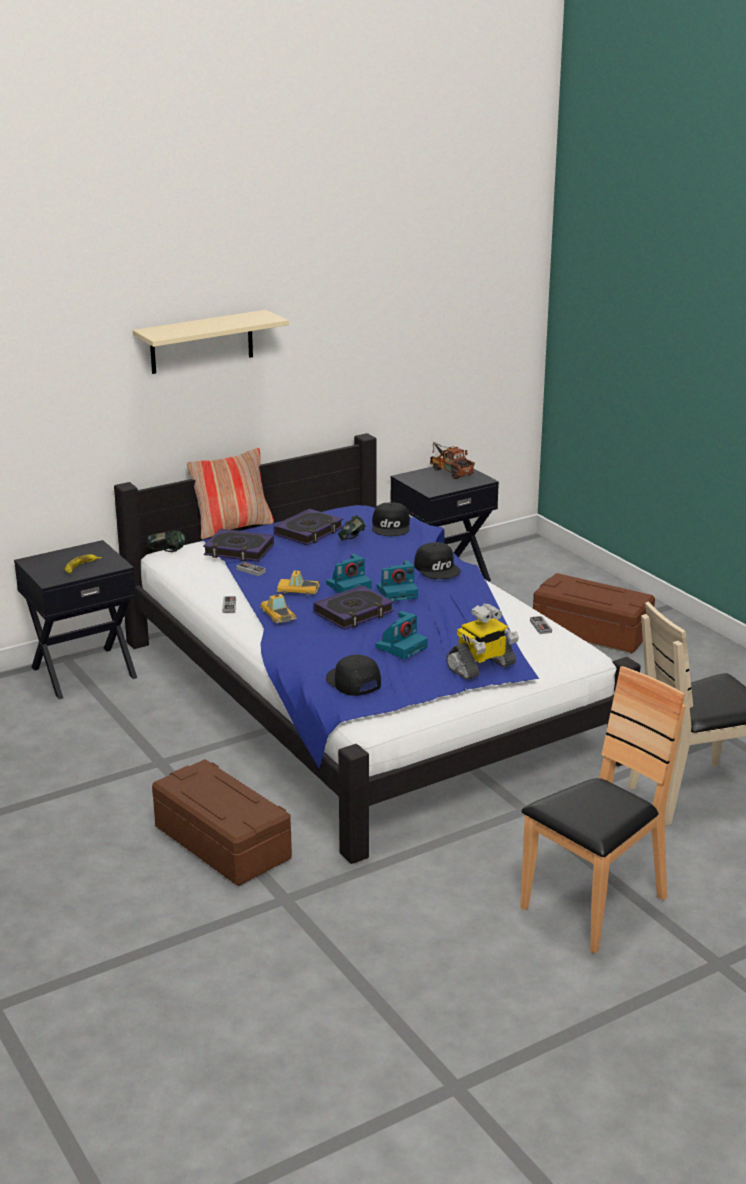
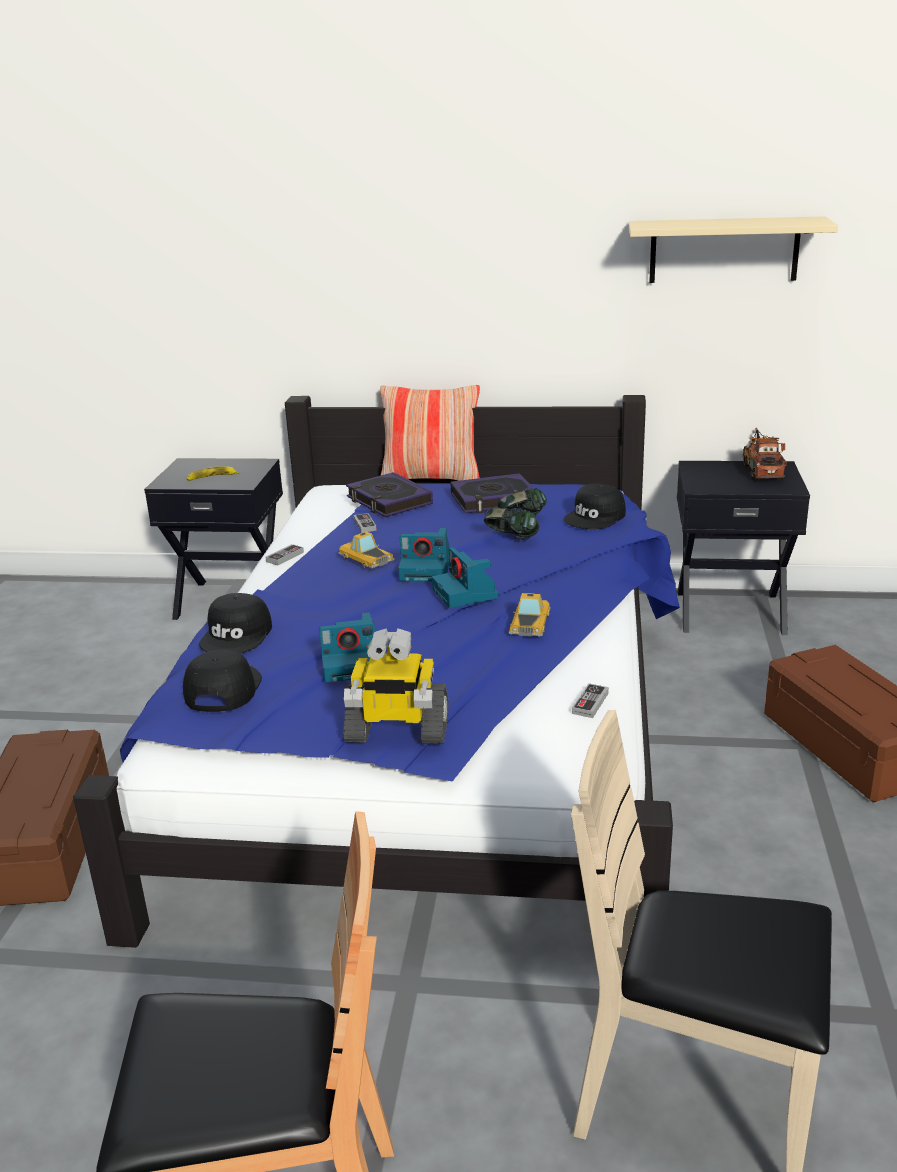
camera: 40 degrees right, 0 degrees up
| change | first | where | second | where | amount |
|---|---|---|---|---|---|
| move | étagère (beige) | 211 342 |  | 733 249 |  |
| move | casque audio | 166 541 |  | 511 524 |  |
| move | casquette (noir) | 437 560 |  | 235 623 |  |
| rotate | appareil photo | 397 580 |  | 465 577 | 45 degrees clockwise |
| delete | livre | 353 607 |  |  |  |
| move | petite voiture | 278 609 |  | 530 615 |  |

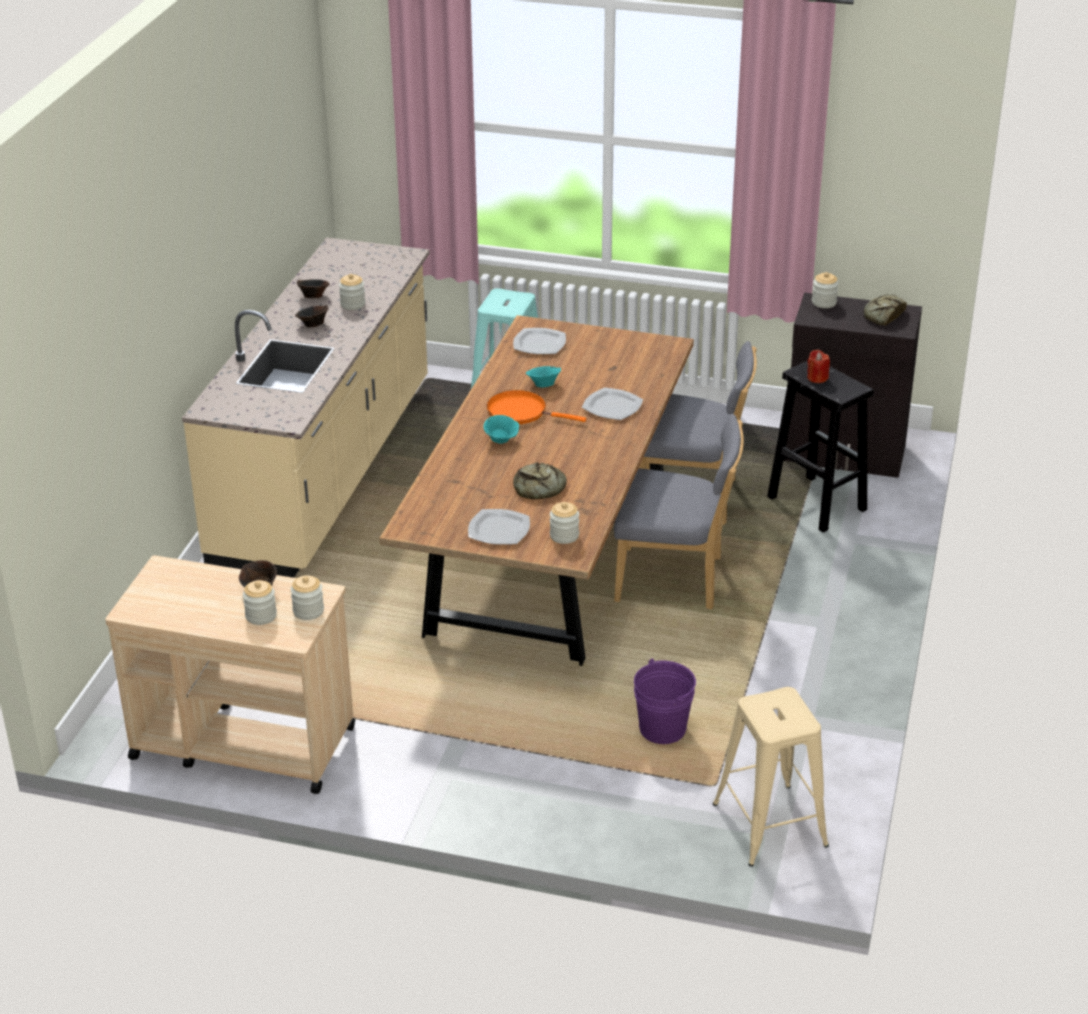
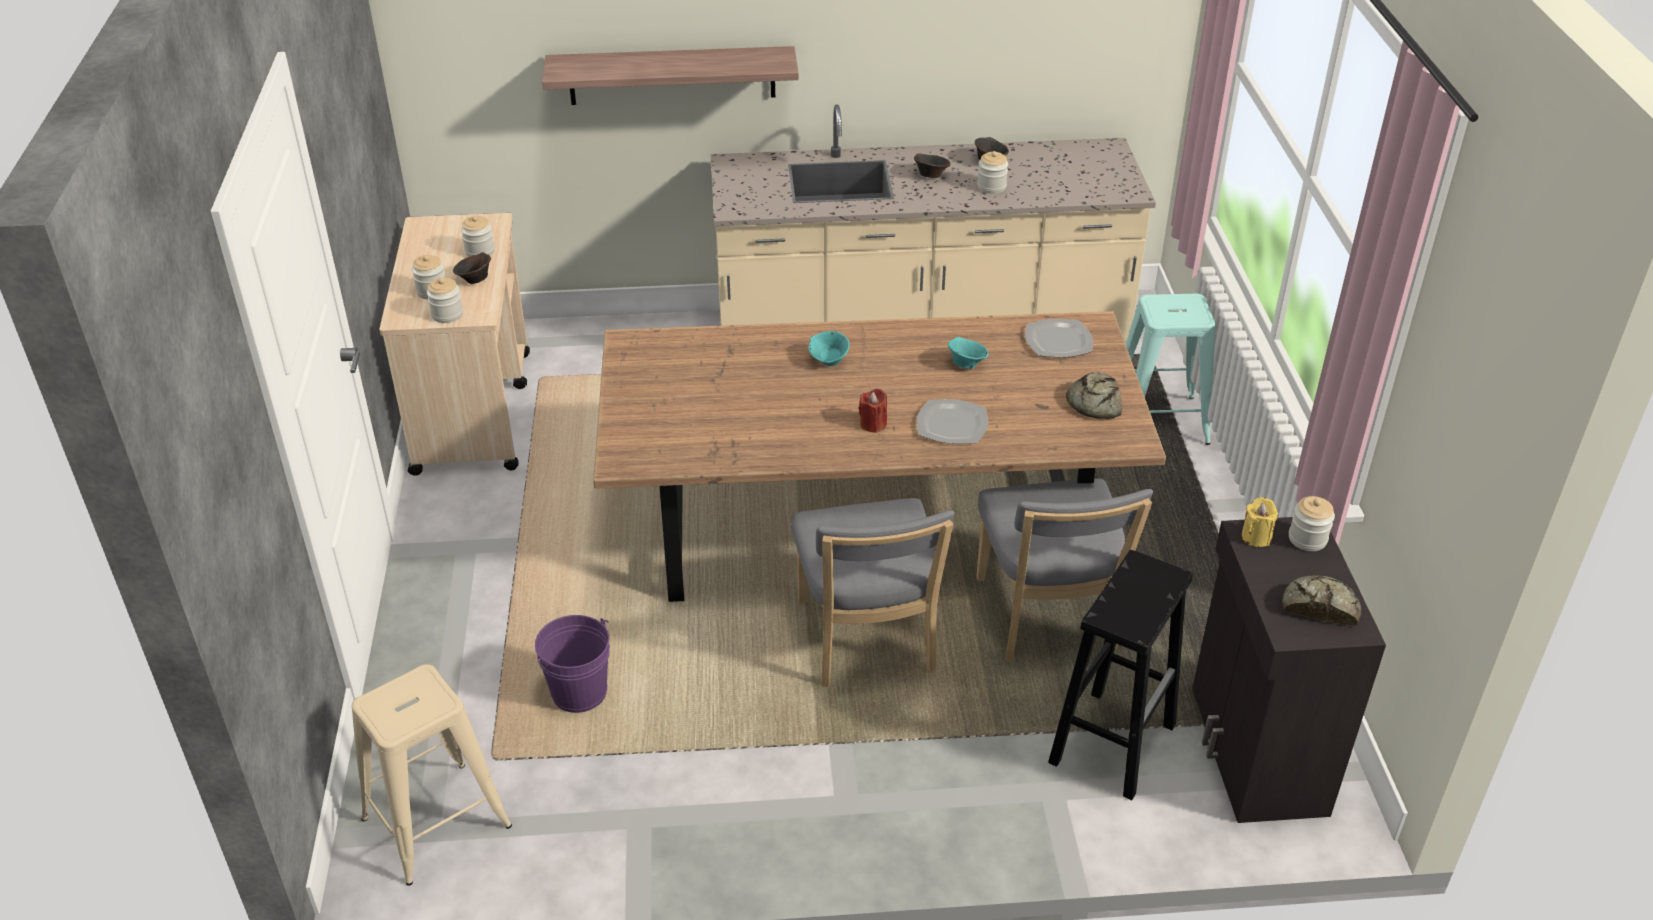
camera: 70 degrees right, 5 degrees up
| change | first | where | second | where | amount |
|---|---|---|---|---|---|
| move | bougie (rouge) | 818 366 |  | 873 411 |  |
| delete | poêle (orange) | 536 407 |  |  |  |
| move | pain | 540 480 |  | 1094 395 |  |
| move | bocal | 564 523 |  | 478 236 |  |
| delete | assiette | 499 527 |  |  |  |
| insert |  |  | étagère | 670 75 |  |
| insert |  |  | bougie (jaune) | 1259 522 |  |

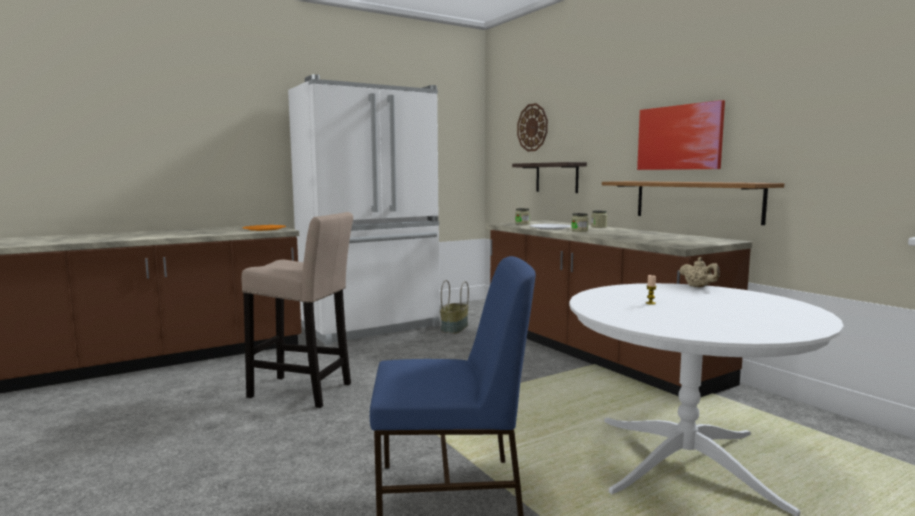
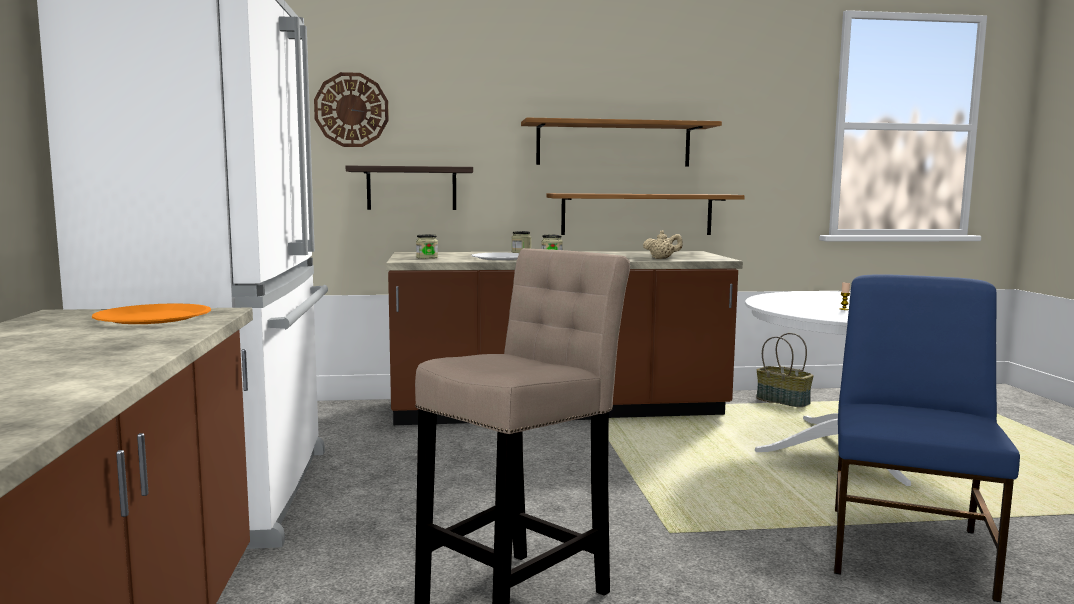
camera: 65 degrees left, 0 degrees up
| change | first | where | second | where | amount |
|---|---|---|---|---|---|
| replace | tableau | 681 135 | étagère | 621 142 |  |
| move | théière (beige) | 699 272 |  | 663 244 |  |
| move | panier | 454 307 |  | 785 370 |  |

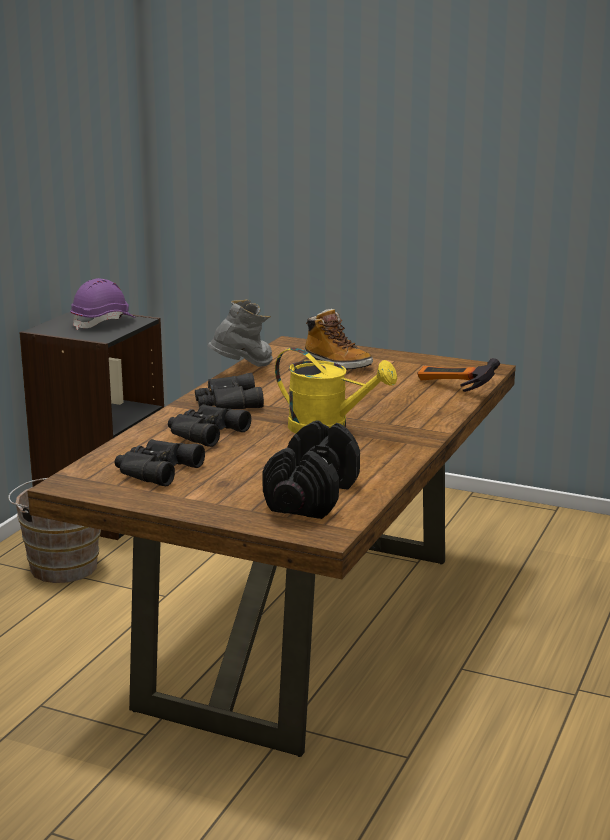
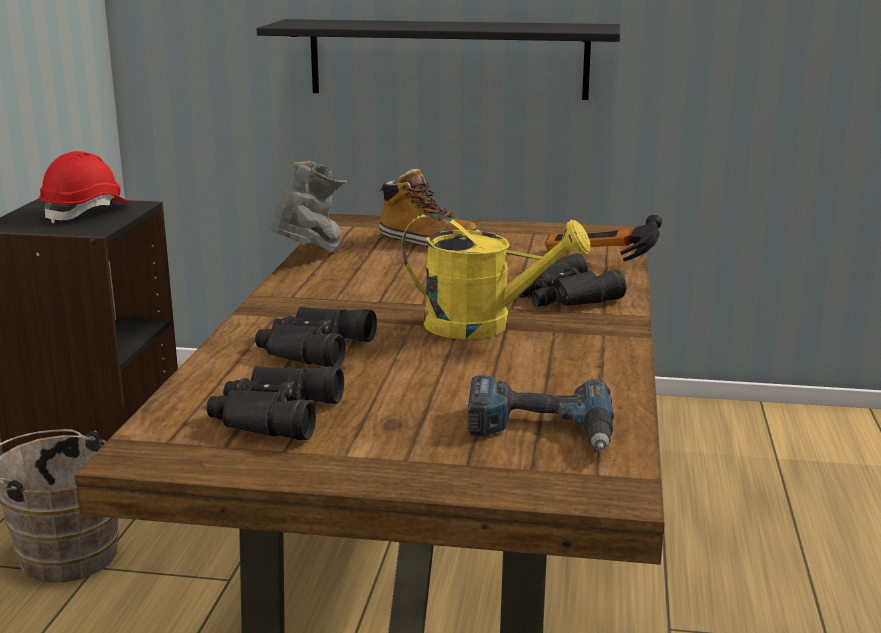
camera: 15 degrees left, 0 degrees up
| change | first | where | second | where | amount |
|---|---|---|---|---|---|
| recolor | casque de chantier (violet) | 103 304 | casque de chantier (rouge) | 84 187 |  |
| move | jumelles (noir) | 229 391 |  | 572 280 |  |
| replace | haltère (noir) | 311 470 | perceuse | 541 413 |  |
| insert |  |  | étagère (noir) | 438 59 |  |

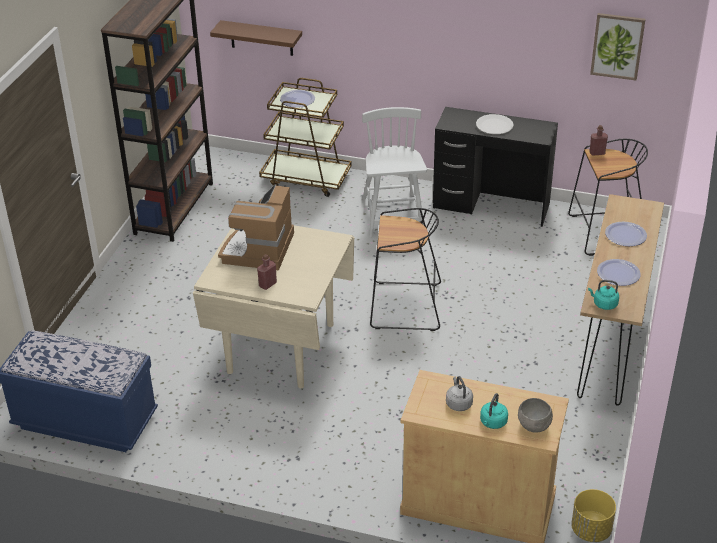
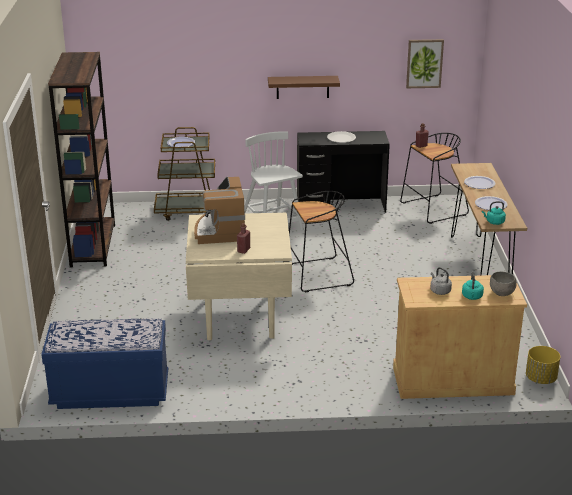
camera: 20 degrees left, 10 degrees down
| change | first | where | second | where | amount |
|---|---|---|---|---|---|
| move | étagère (marron) | 256 38 |  | 304 87 |  |

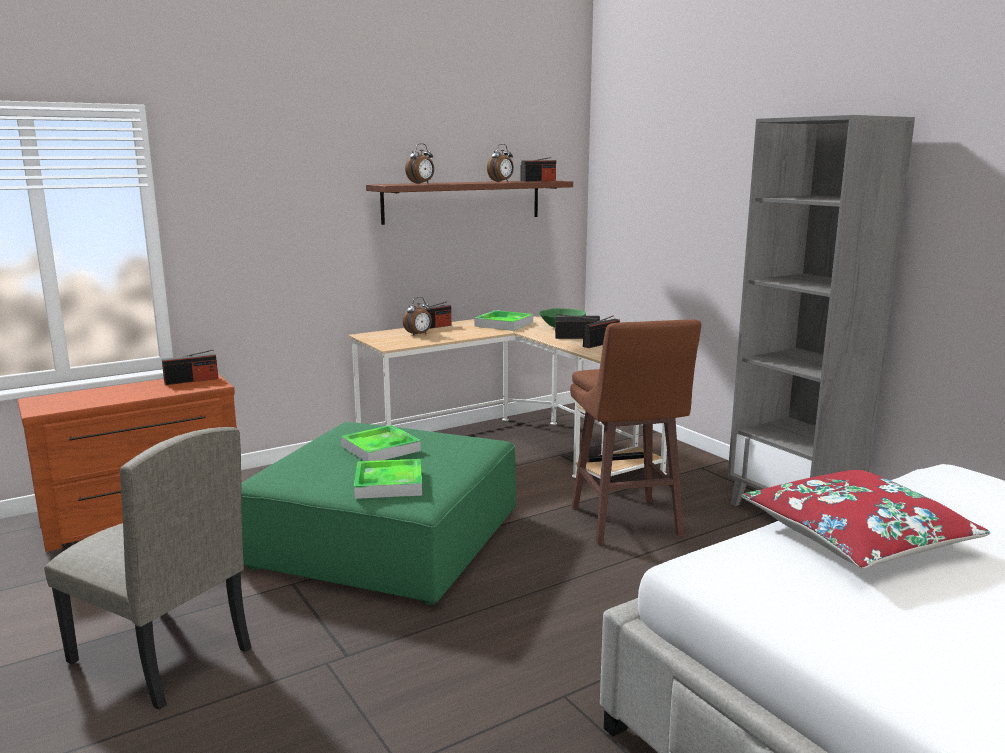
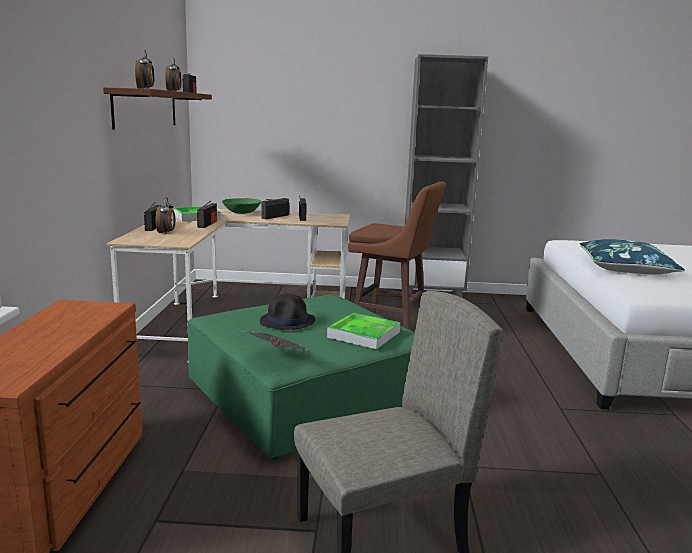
camera: 55 degrees left, 0 degrees up
| change | first | where | second | where | amount |
|---|---|---|---|---|---|
| move | radio | 190 367 |  | 207 214 |  |
| replace | plateau | 381 443 | chapeau (noir) | 287 312 |  |
| recolor | coussin (rouge) | 866 519 | coussin (bleu) | 632 257 |  |
| insert |  |  | journal | 277 341 |  |

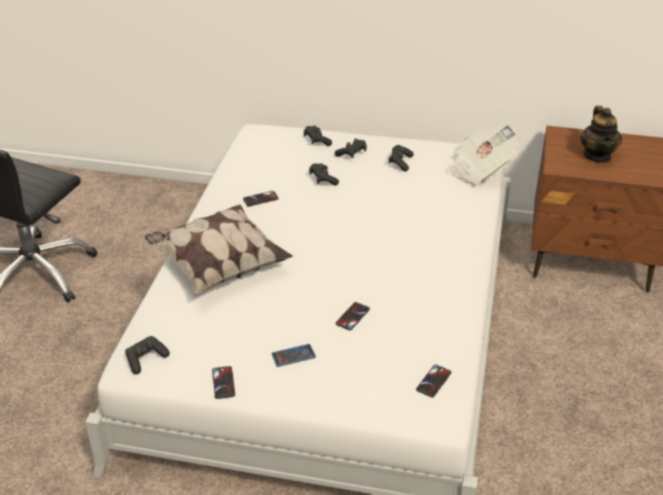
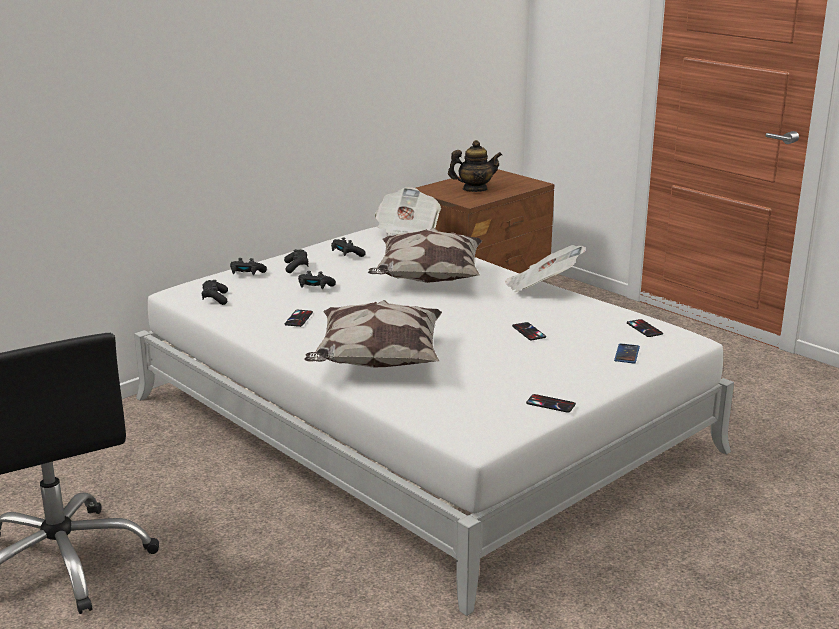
camera: 55 degrees left, 15 degrees down
| change | first | where | second | where | amount |
|---|---|---|---|---|---|
| rotate | théière | 601 134 |  | 475 166 | 45 degrees counterclockwise |
| move | manette (noir) | 147 355 |  | 215 292 |  |
| move | téléphone | 293 355 |  | 627 353 |  |
| insert |  |  | coussin | 425 255 |  |
| insert |  |  | journal | 545 268 |  |

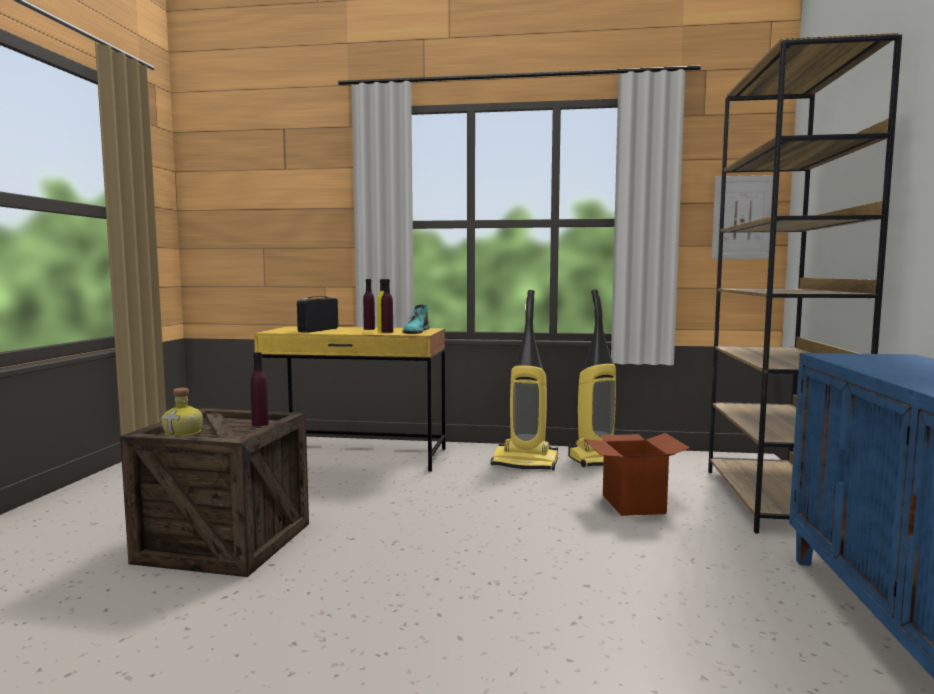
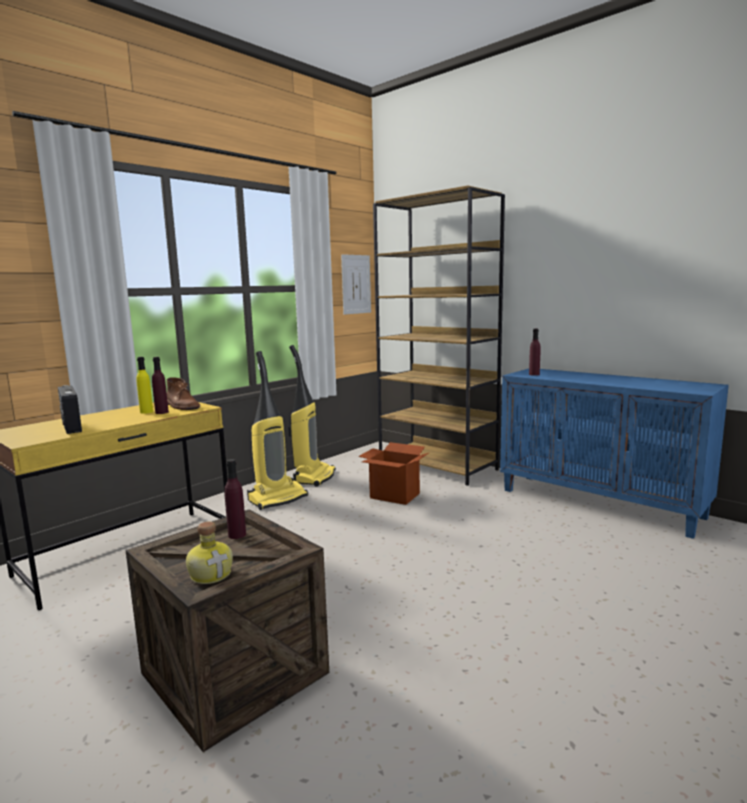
camera: 55 degrees left, 5 degrees up
| change | first | where | second | where | amount |
|---|---|---|---|---|---|
| move | bouteille (violet) | 369 304 |  | 535 352 |  |
| recolor | botte (turquoise) | 416 319 | botte (marron) | 183 393 |  |

